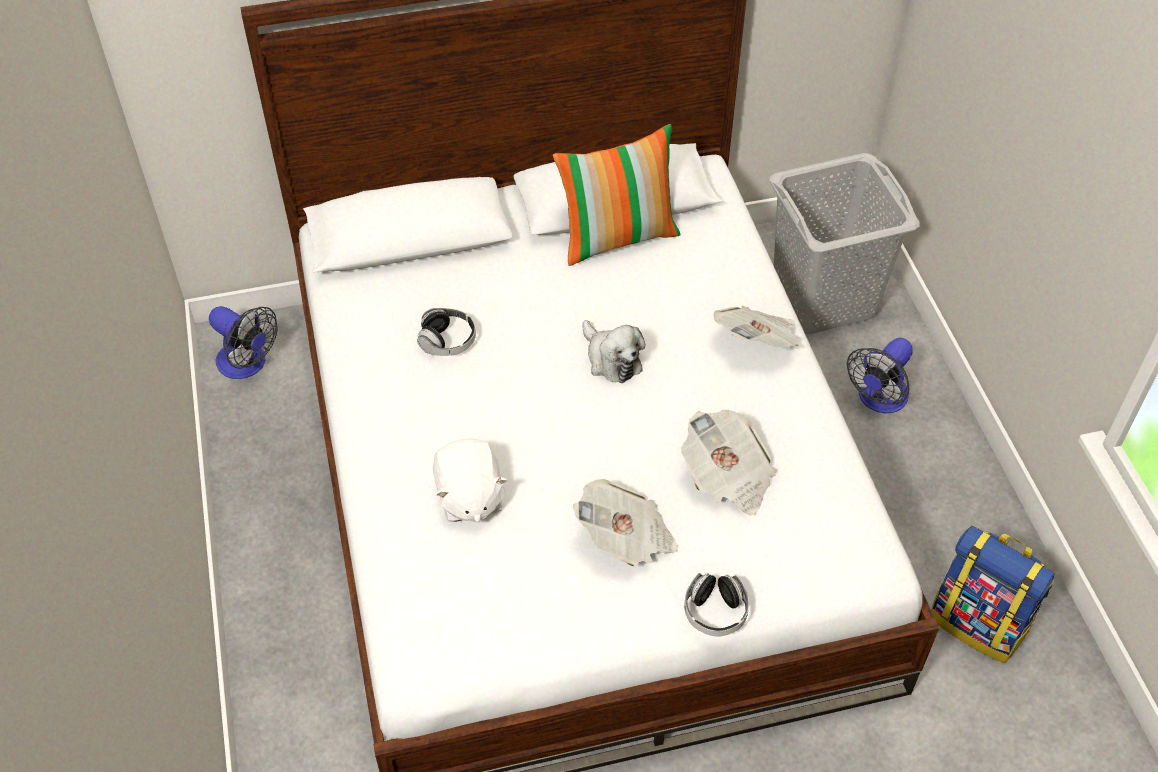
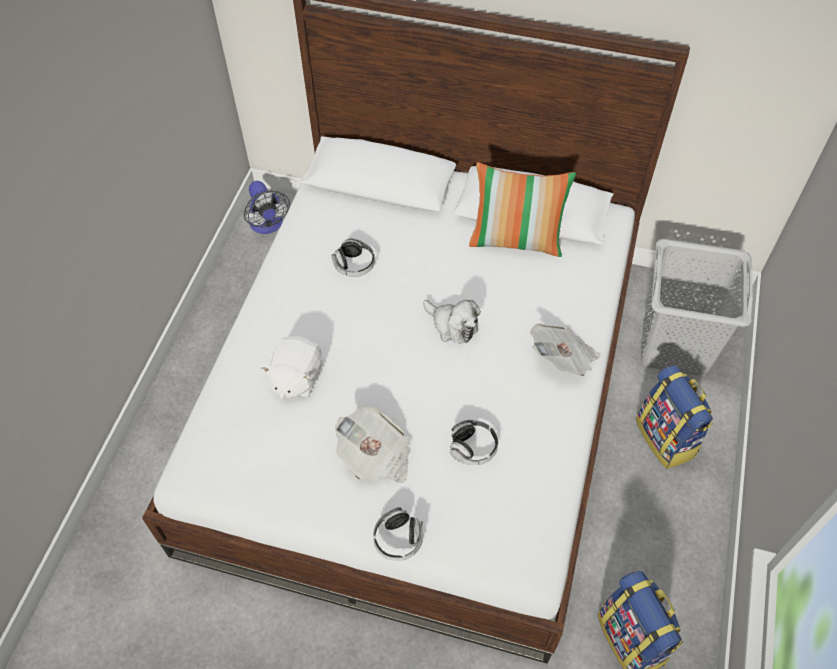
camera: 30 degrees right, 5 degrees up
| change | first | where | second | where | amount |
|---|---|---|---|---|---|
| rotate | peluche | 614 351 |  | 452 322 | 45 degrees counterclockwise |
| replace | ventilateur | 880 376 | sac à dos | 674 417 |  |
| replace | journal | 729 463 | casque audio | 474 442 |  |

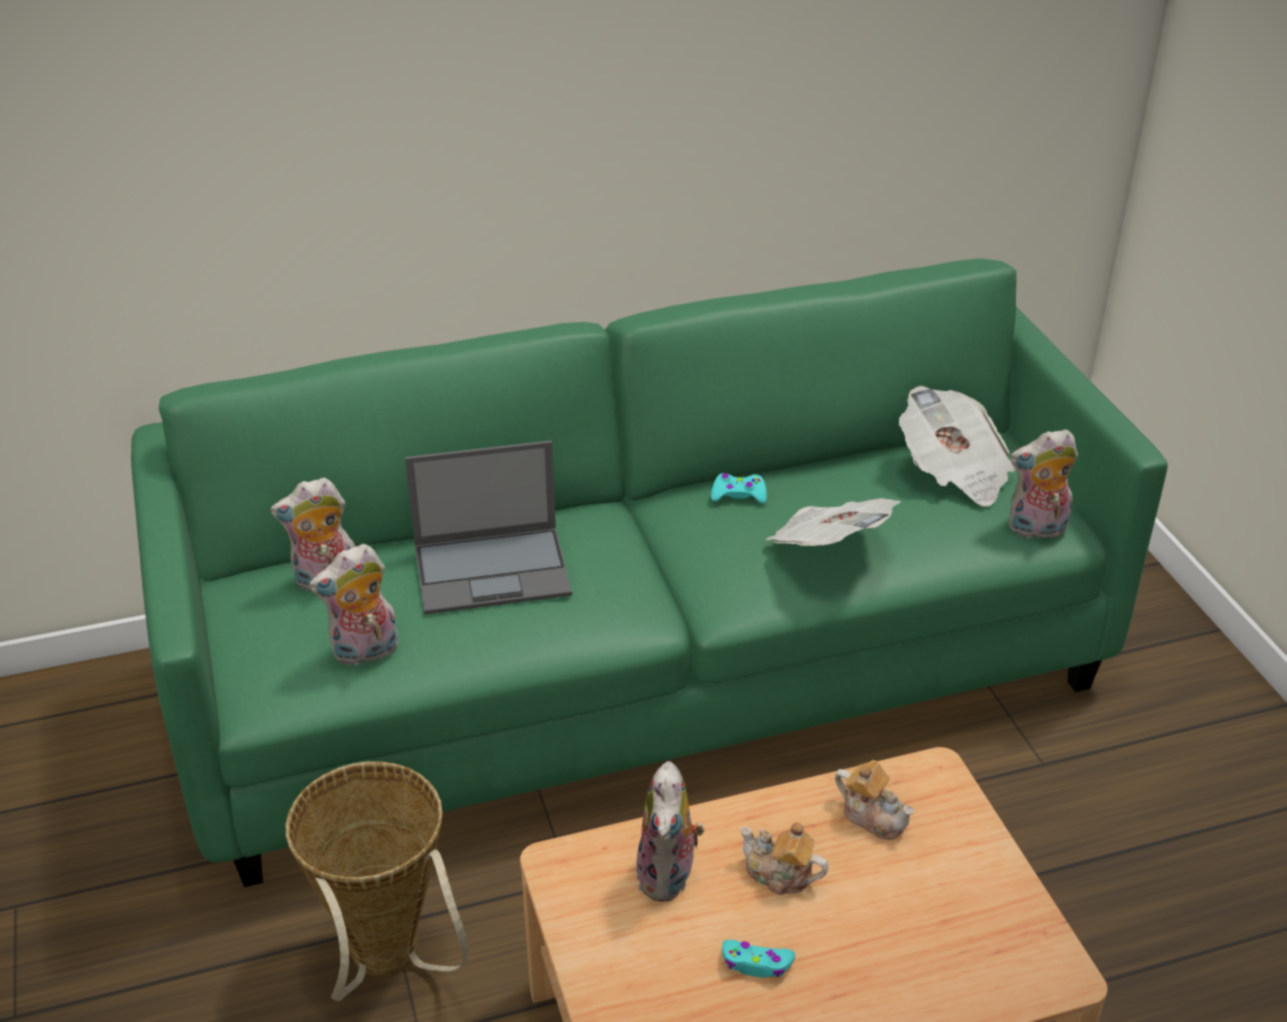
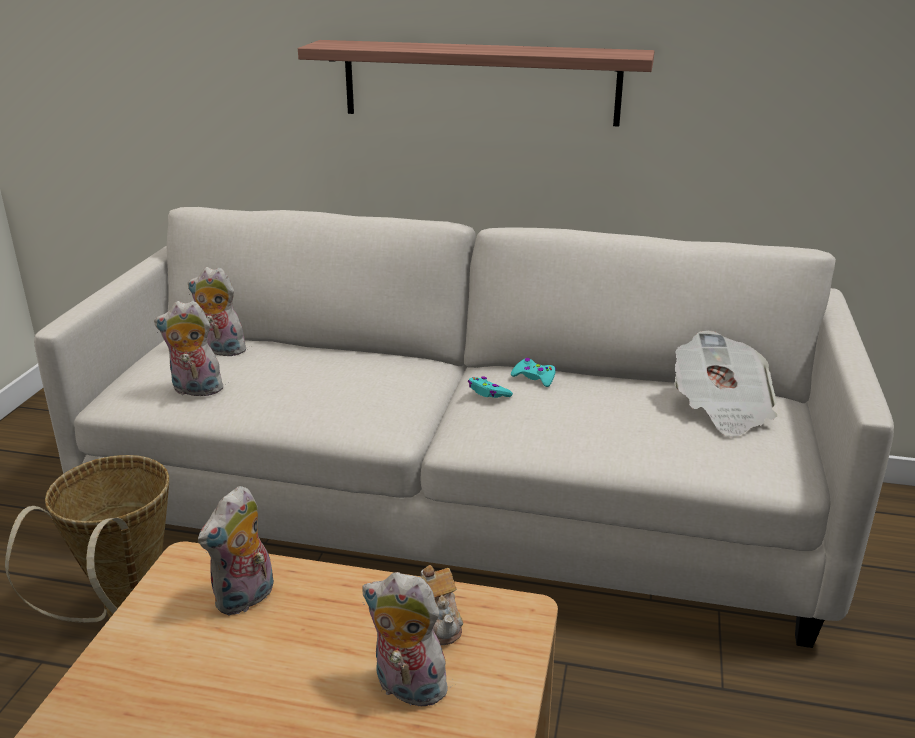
camera: 30 degrees right, 10 degrees down
| change | first | where | second | where | amount |
|---|---|---|---|---|---|
| recolor | canapé (vert) | 649 572 | canapé (blanc) | 464 427 |  |
| move | peluche | 1043 485 |  | 409 641 |  |
| delete | ordinateur portable | 488 527 |  |  |  |
| delete | journal | 833 522 |  |  |  |
| delete | théière | 784 858 |  |  |  |
| move | manette (turquoise) | 758 959 |  | 490 387 |  |
| insert |  |  | étagère | 476 83 |  |

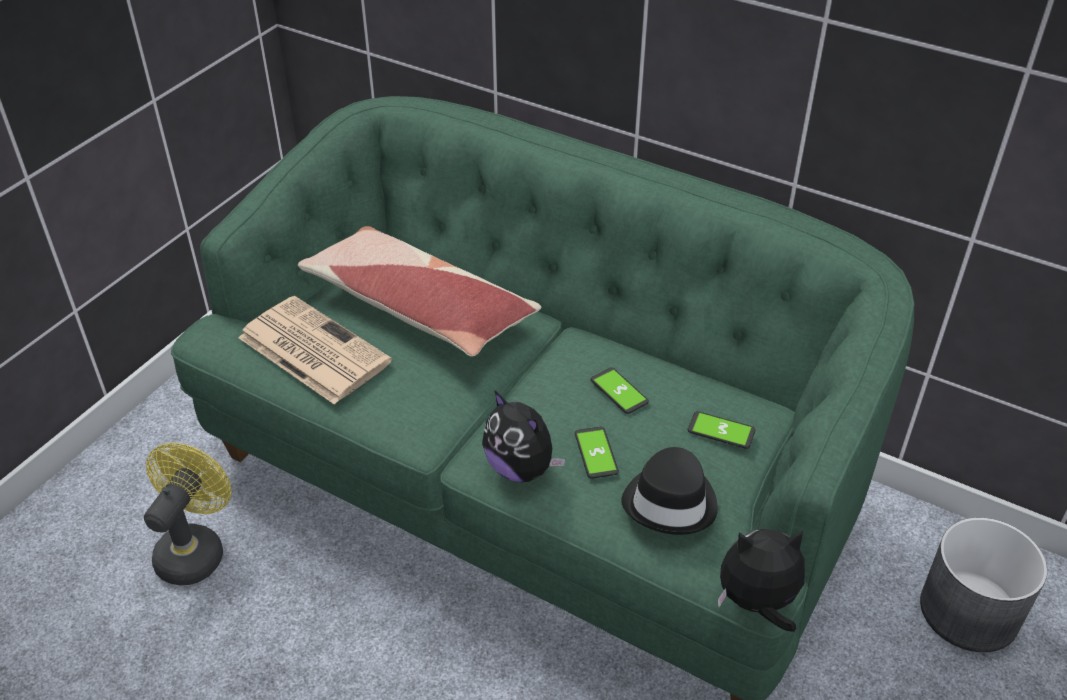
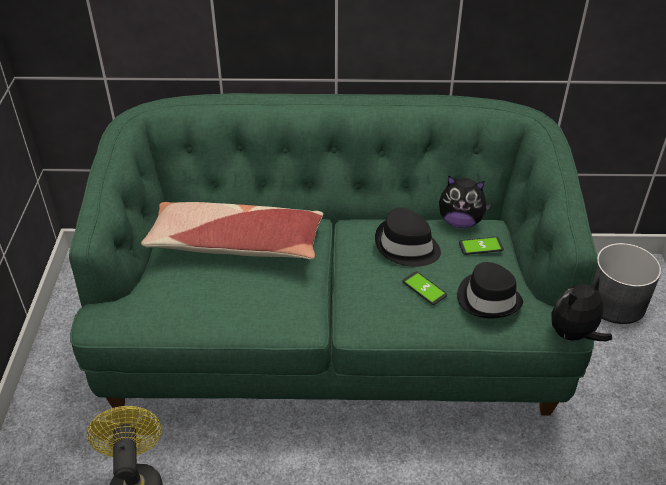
camera: 30 degrees left, 0 degrees up
| change | first | where | second | where | amount |
|---|---|---|---|---|---|
| delete | journal | 315 350 |  |  |  |
| replace | téléphone | 619 390 | chapeau (noir) | 408 237 |  |
| move | peluche | 523 436 |  | 465 201 |  |

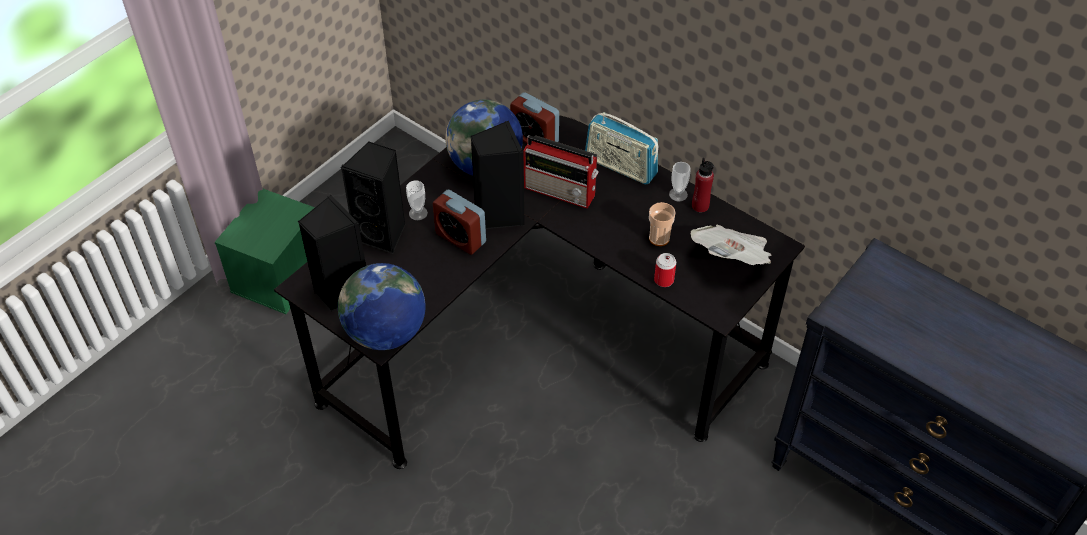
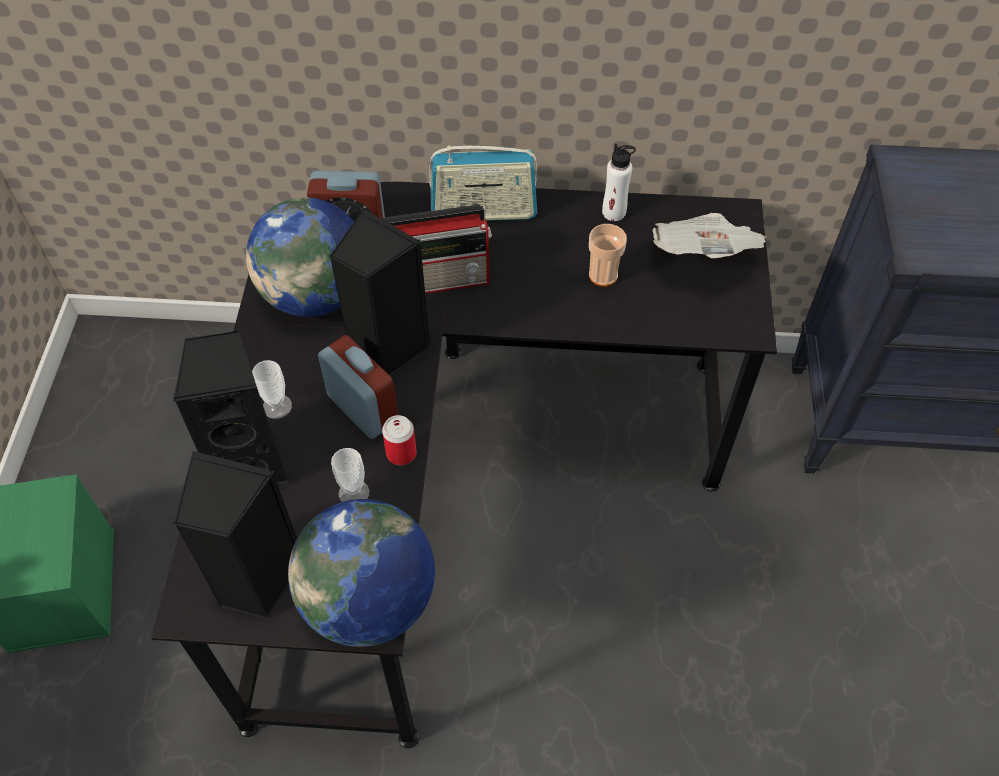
camera: 35 degrees left, 5 degrees up
| change | first | where | second | where | amount |
|---|---|---|---|---|---|
| recolor | bouteille (rouge) | 703 185 | bouteille (blanc) | 619 182 |  |
| move | tasse | 680 182 |  | 350 475 |  |
| rotate | réveil | 459 222 |  | 358 387 | 135 degrees counterclockwise |
| move | boîte métallique | 665 270 |  | 399 440 |  |

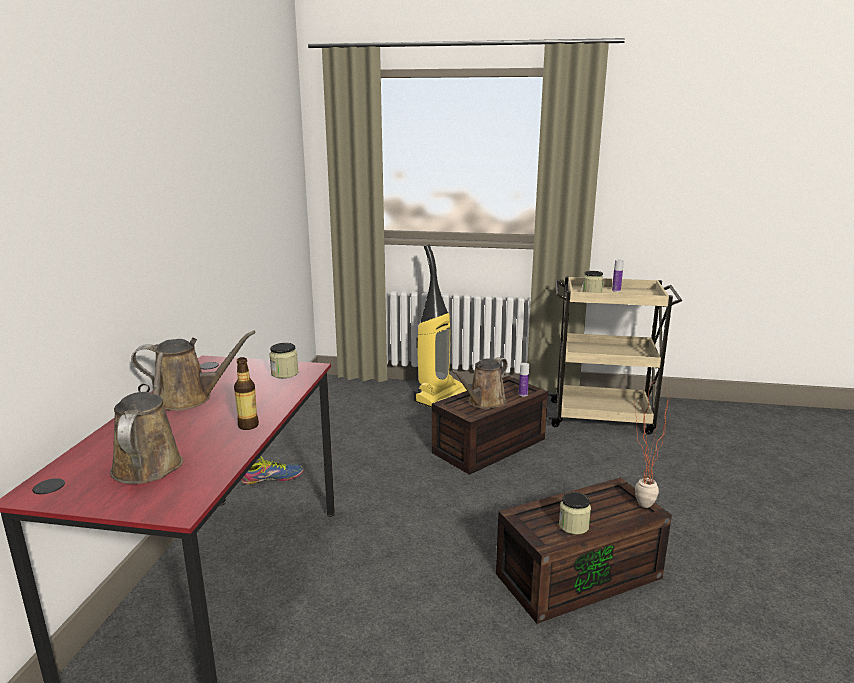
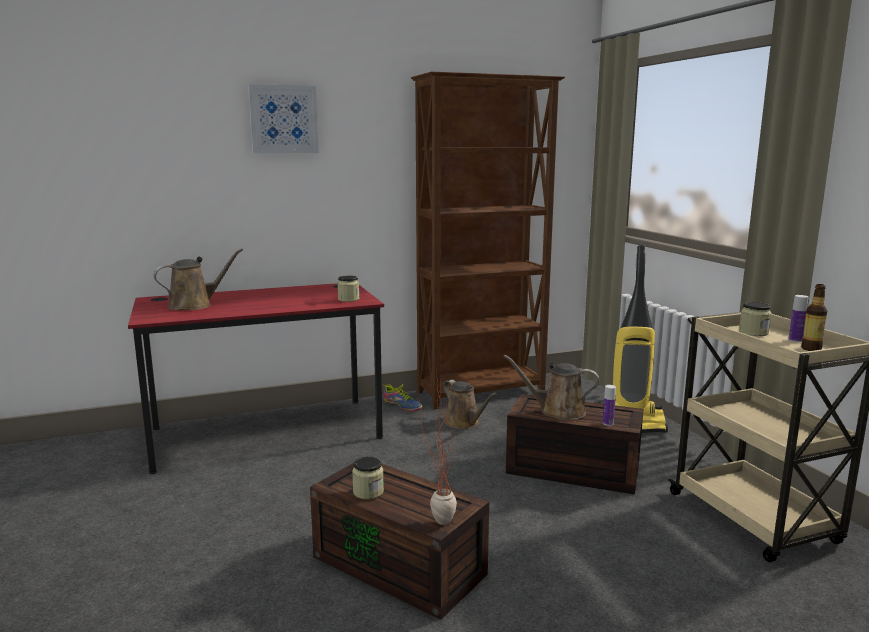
camera: 60 degrees right, 5 degrees down
| change | first | where | second | where | amount |
|---|---|---|---|---|---|
| move | arrosoir (marron) | 193 371 |  | 470 404 |  |
| move | bouteille | 246 393 |  | 814 317 |  |
| insert |  |  | bibliothèque (marron) | 488 240 |  |
| insert |  |  | tableau | 283 119 |  |

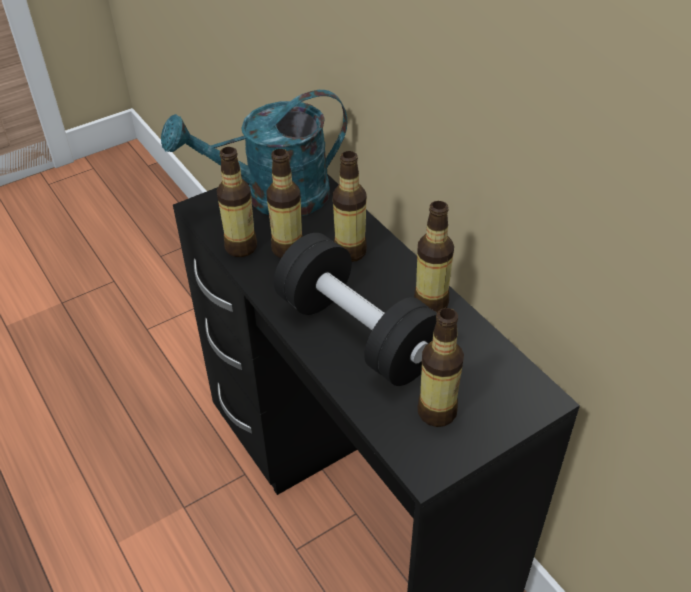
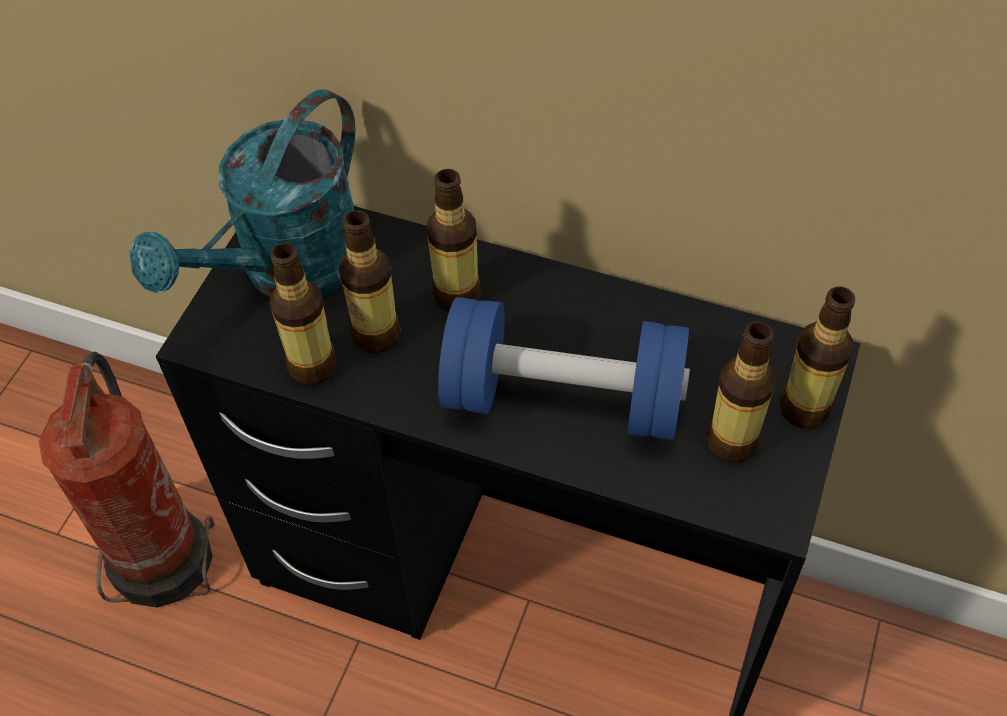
camera: 35 degrees left, 10 degrees up
| change | first | where | second | where | amount |
|---|---|---|---|---|---|
| move | bouteille | 434 256 |  | 817 357 |  |
| recolor | haltère (noir) | 355 309 | haltère (bleu) | 564 368 |  |
| insert |  |  | extincteur | 127 480 |  |

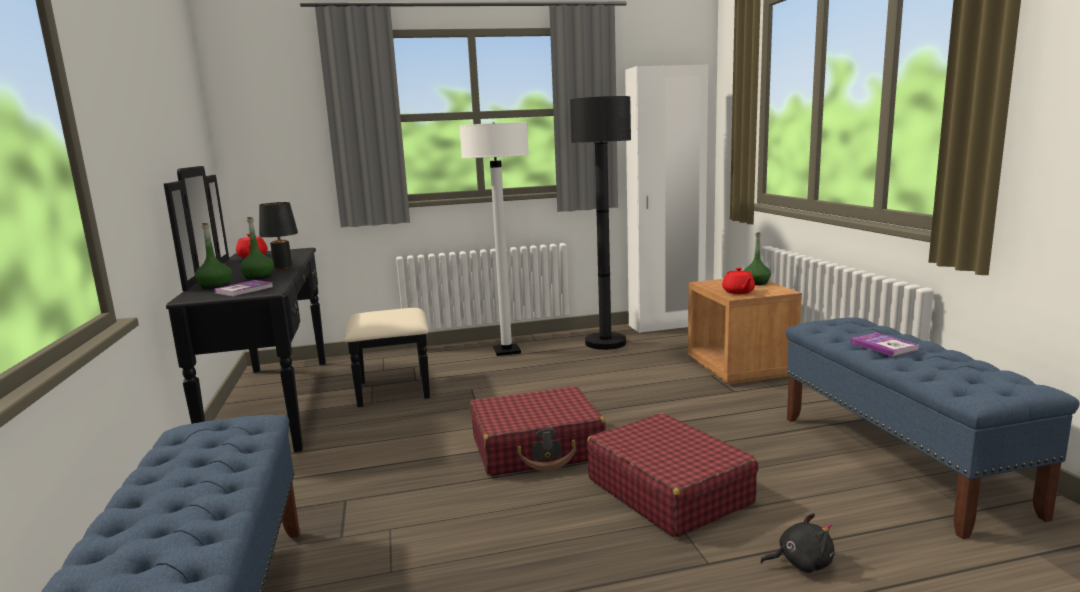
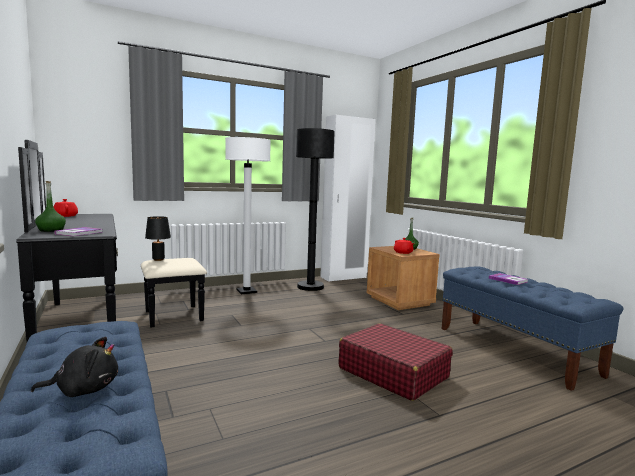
camera: 15 degrees left, 5 degrees down
| change | first | where | second | where | amount |
|---|---|---|---|---|---|
| move | lampe de table (noir) | 278 236 |  | 158 238 |  |
| delete | bouteille (vert) | 257 248 |  |  |  |
| delete | valise (rouge) | 538 431 |  |  |  |
| move | peluche (noir) | 797 543 |  | 74 367 |  |

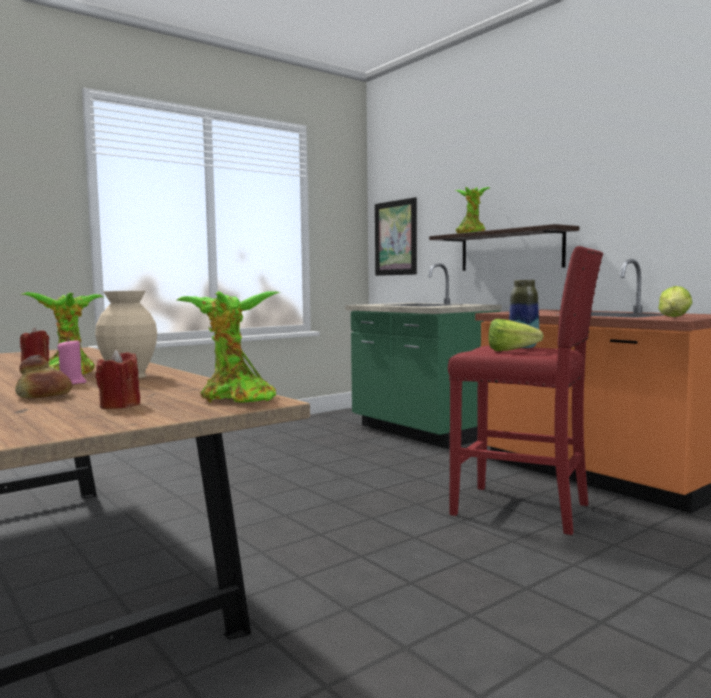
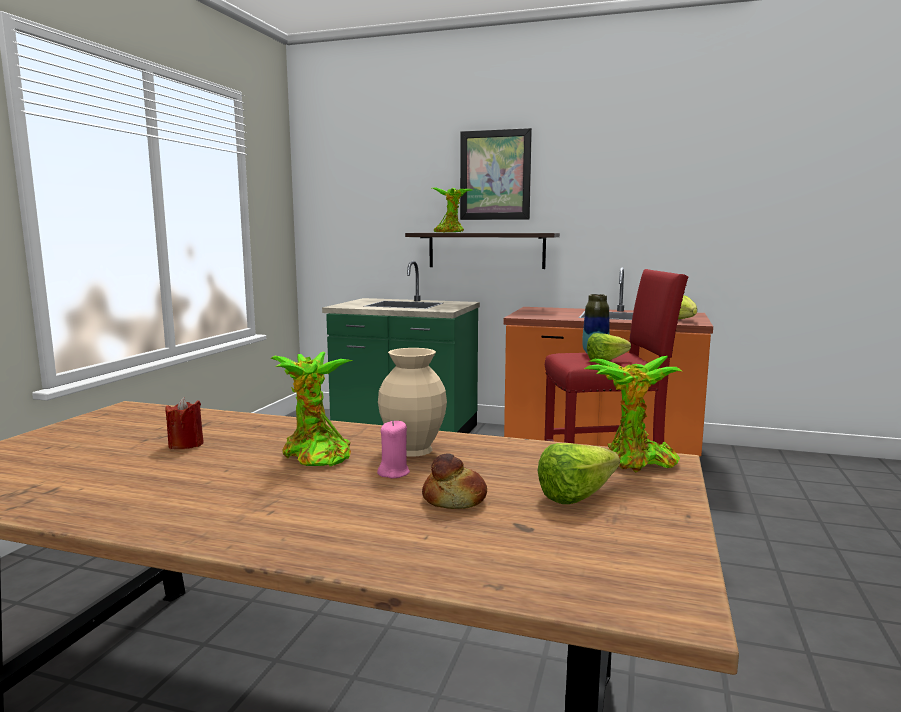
camera: 35 degrees left, 5 degrees up
| change | first | where | second | where | amount |
|---|---|---|---|---|---|
| move | tableau | 396 236 |  | 496 174 |  |
| replace | bougie (rouge) | 117 379 | laitue | 579 473 |  |

